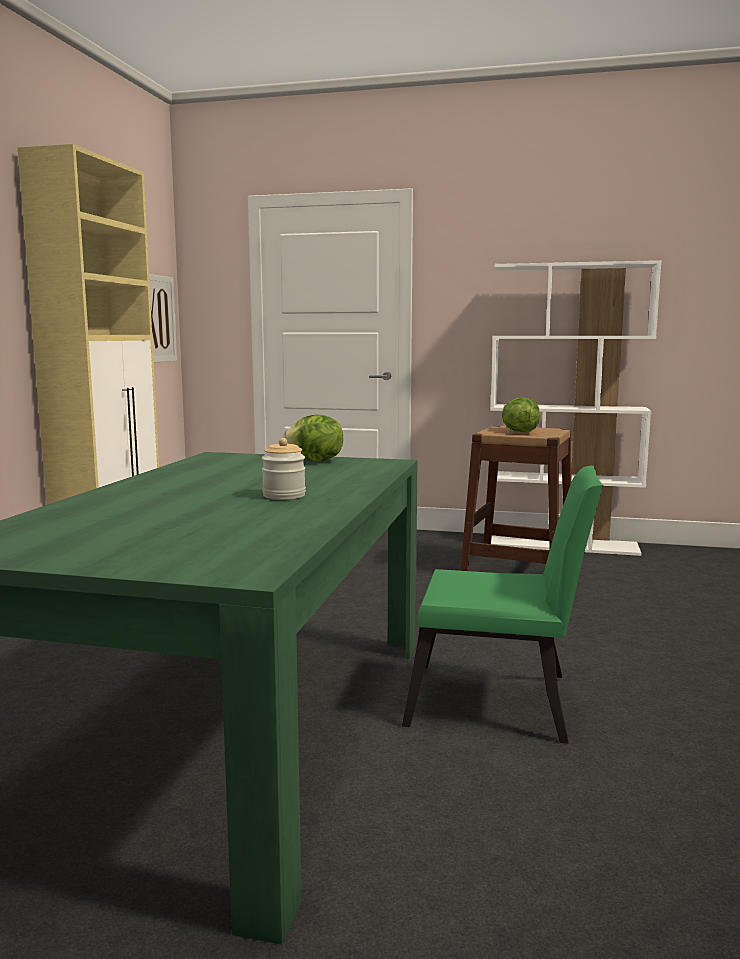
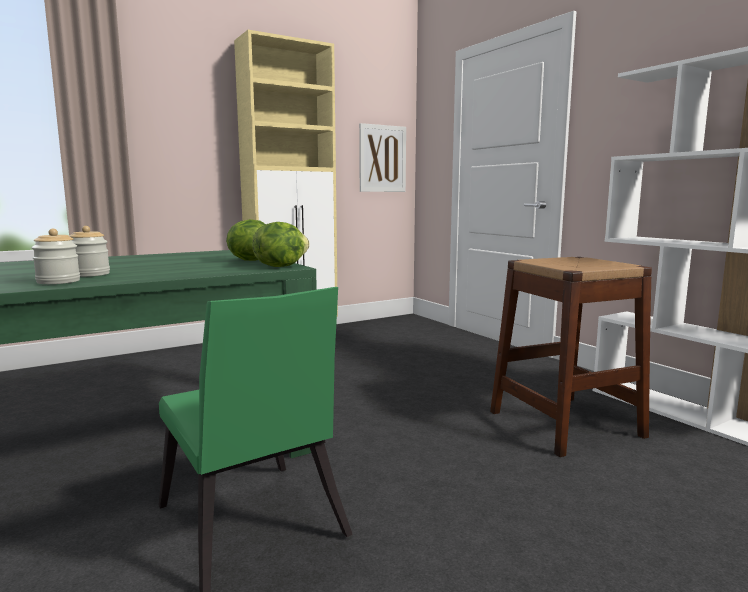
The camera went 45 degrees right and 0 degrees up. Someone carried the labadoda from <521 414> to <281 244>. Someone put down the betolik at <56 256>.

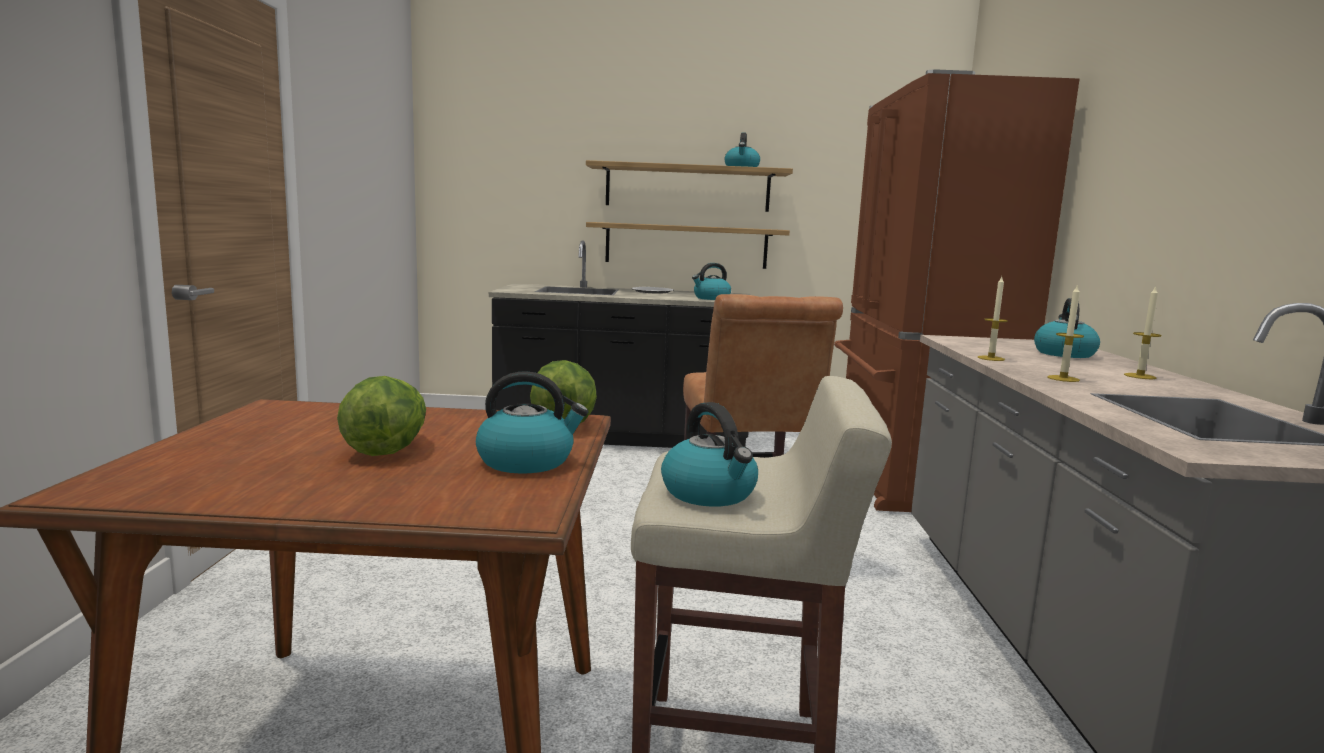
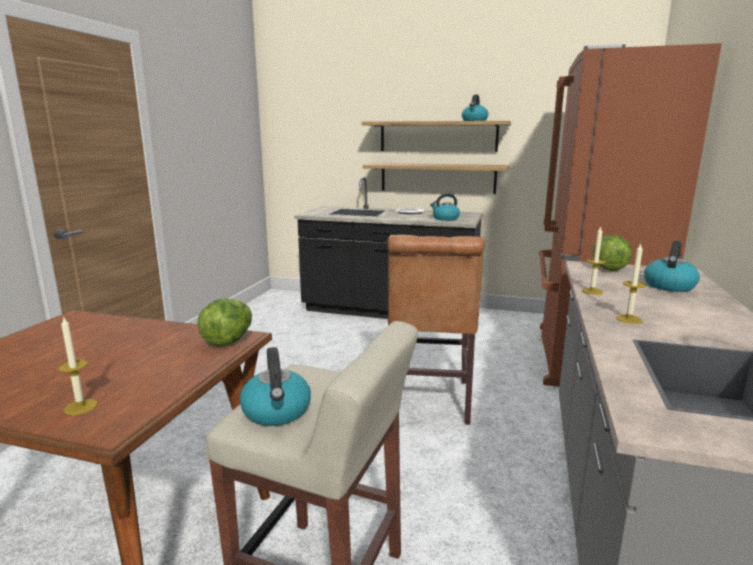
The camera went 15 degrees right and 5 degrees up. Someone carried the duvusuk from <1142 332> to <78 365>. Someone took away the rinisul at <532 422>. Someone carried the labadoda from <381 416> to <612 253>.

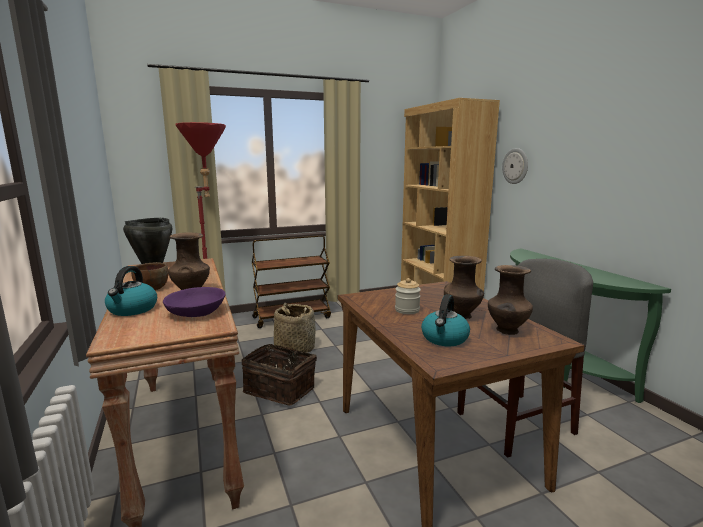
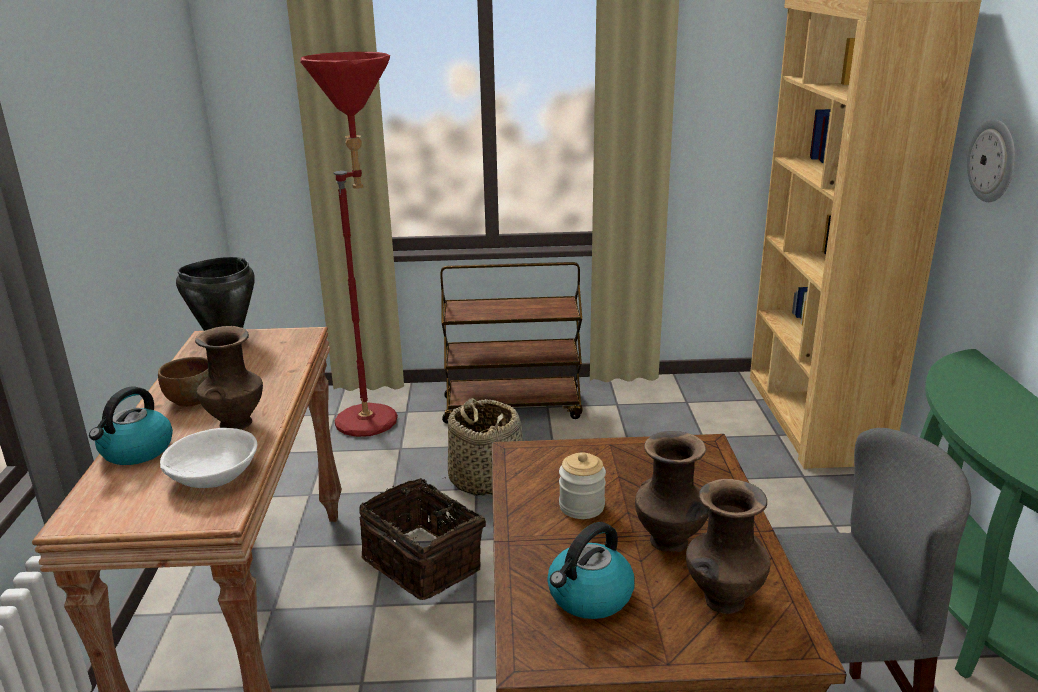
The camera went 20 degrees right and 10 degrees up. Someone repainted the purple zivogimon at <194 302>, which became the white zivogimon at <208 458>.

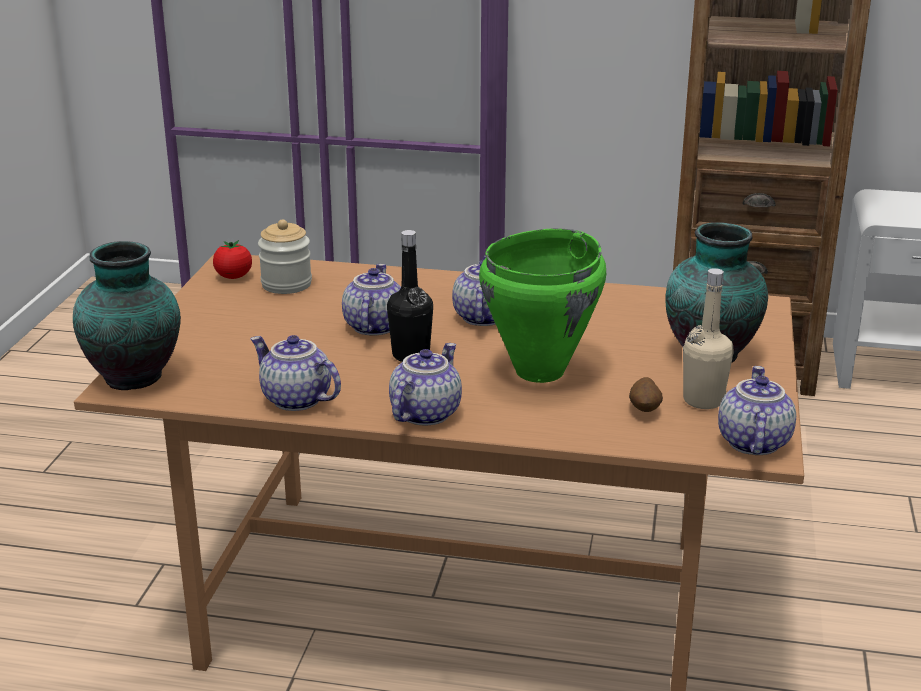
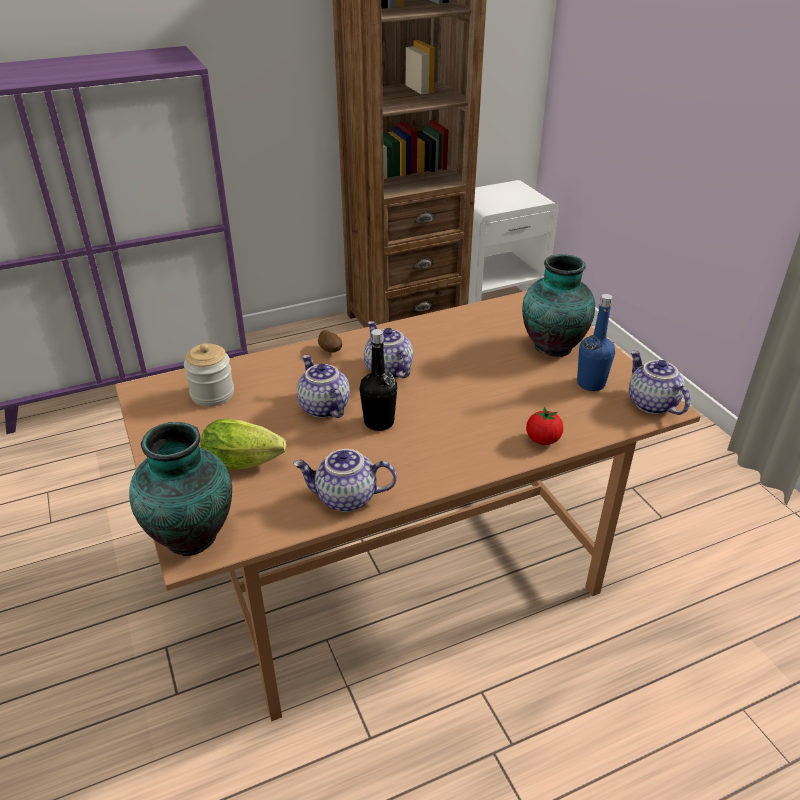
The camera went 35 degrees left and 10 degrees up. Someone took away the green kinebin at <542 306>. Someone carried the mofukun from <232 259> to <544 426>. Someone repainted the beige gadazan at <708 338>, which became the blue gadazan at <596 342>. Someone took away the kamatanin at <425 384>. Someone carried the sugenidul from <646 394> to <330 341>. Someone put down the labadoda at <243 444>.

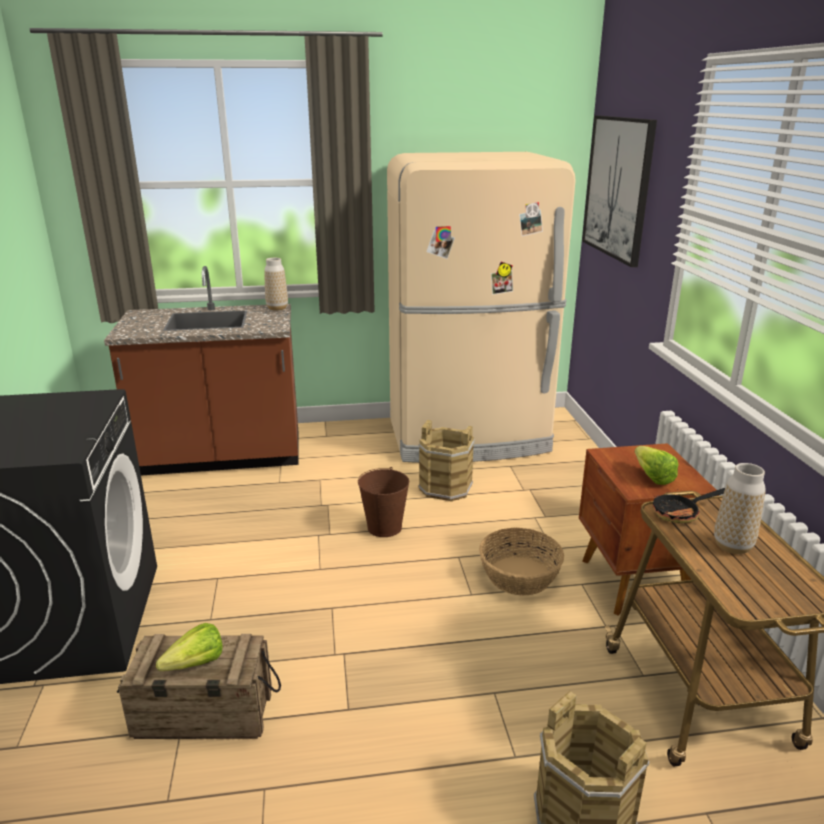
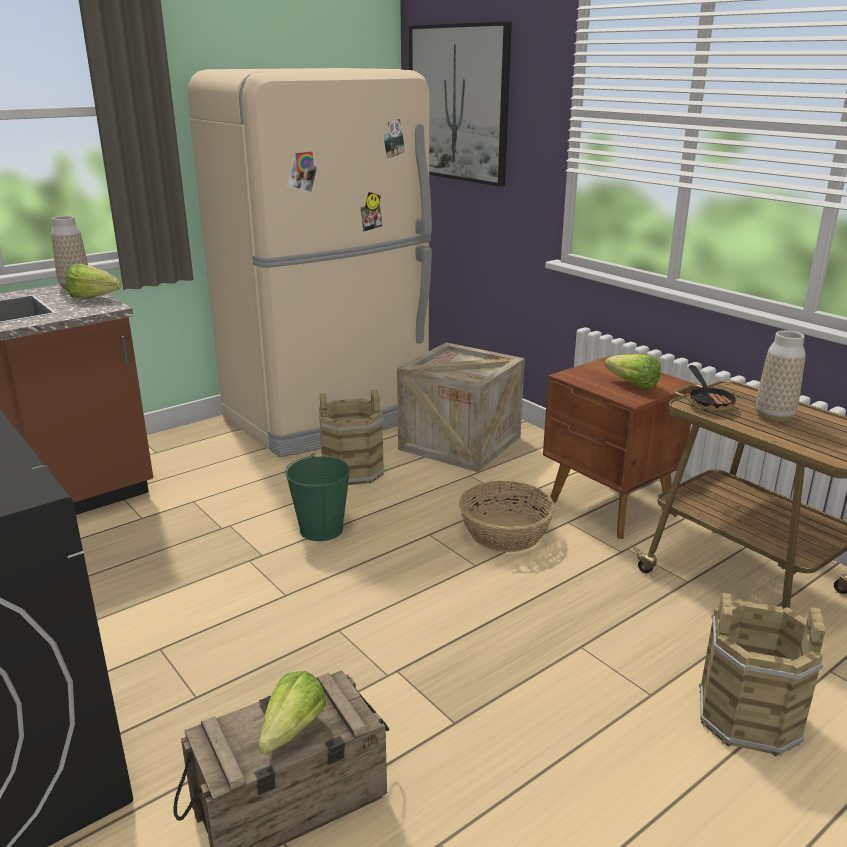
The camera went 30 degrees left and 0 degrees up. Someone repainted the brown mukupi at <383 502>, which became the green mukupi at <317 497>. Someone rotated the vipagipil at <689 505> by 45 degrees counterclockwise. Someone put down the labadoda at <93 281>. Someone put down the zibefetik at <461 407>.

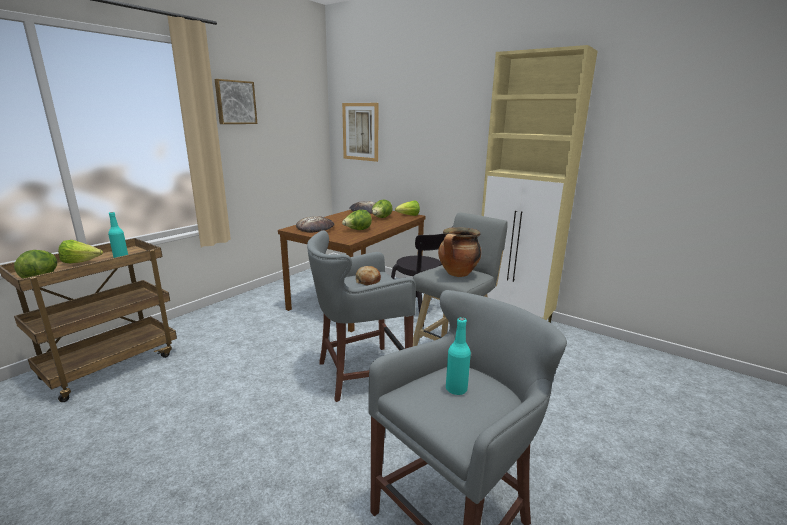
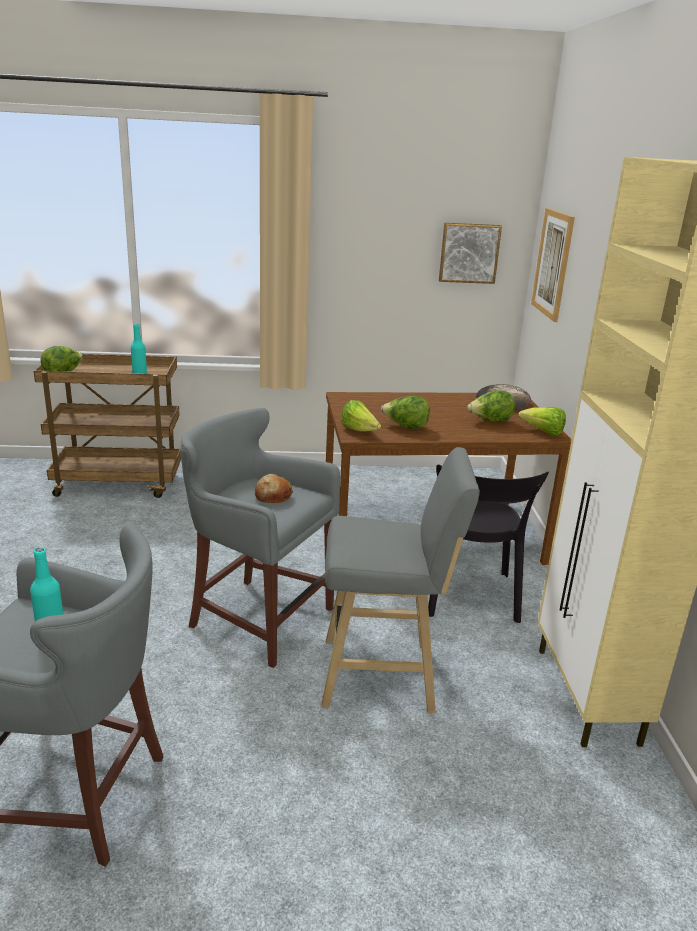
The camera went 50 degrees right and 5 degrees up. Someone carried the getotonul from <236 101> to <470 253>. Someone took away the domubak at <315 224>. Someone took away the kinebin at <459 252>. Someone carried the labadoda from <80 251> to <361 415>.

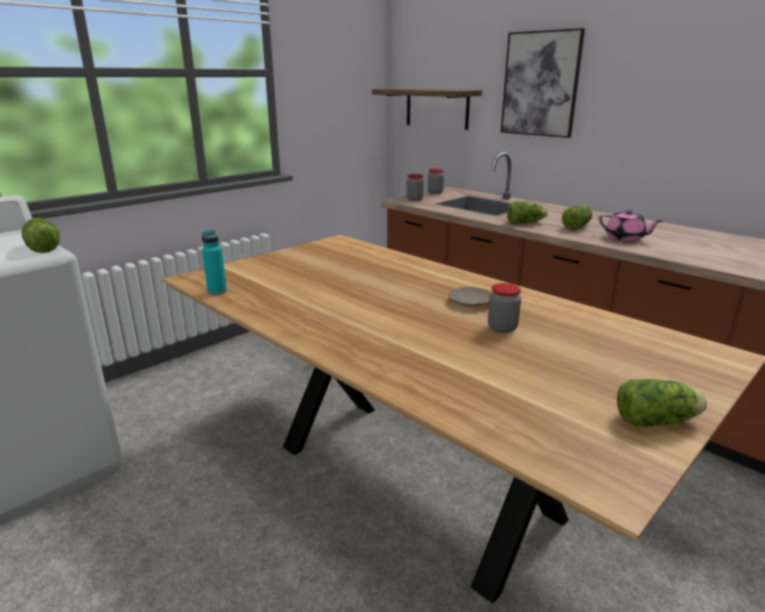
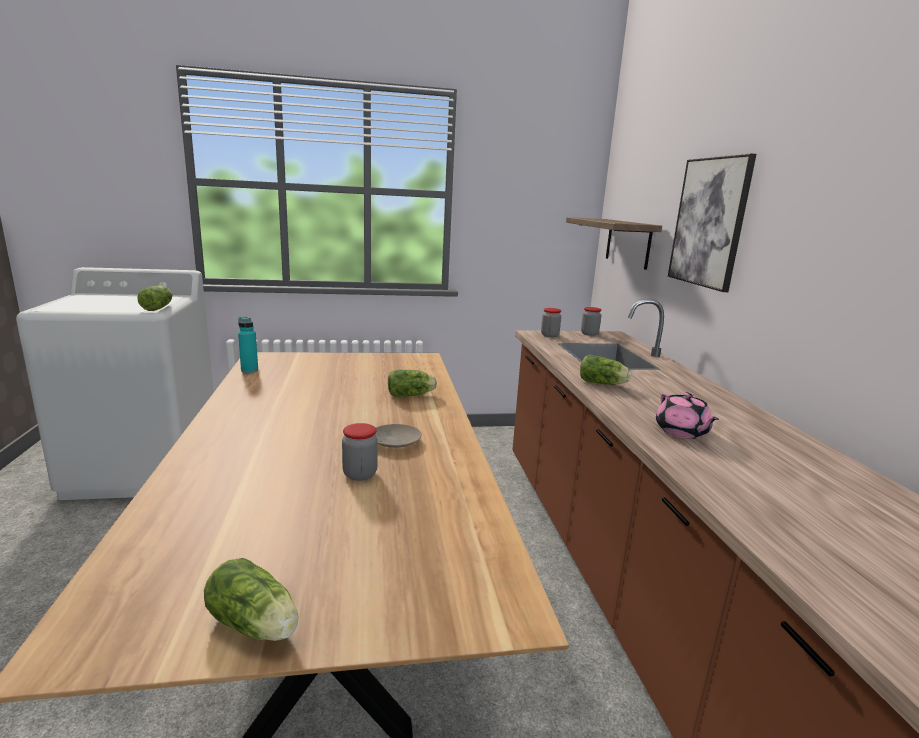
The camera went 35 degrees right and 5 degrees down. Someone carried the labadoda from <577 217> to <412 383>.

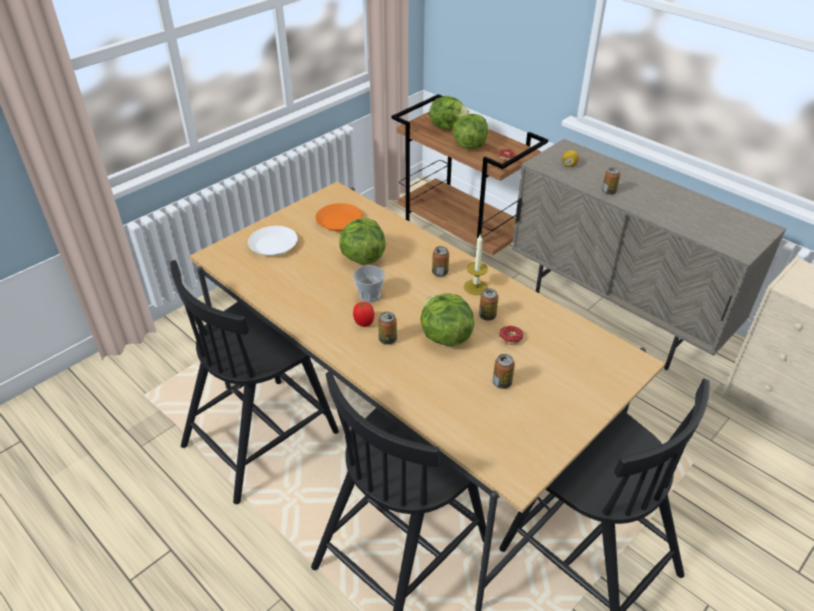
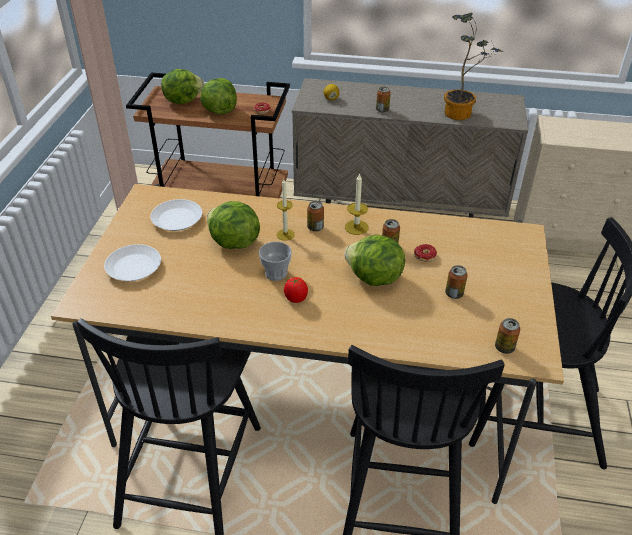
The camera went 35 degrees left and 0 degrees up. Someone repainted the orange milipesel at <339 217>, which became the white milipesel at <176 215>. Someone carried the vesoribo from <387 328> to <507 336>. Someone put down the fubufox at <474 66>. Someone put down the duvusuk at <286 210>.

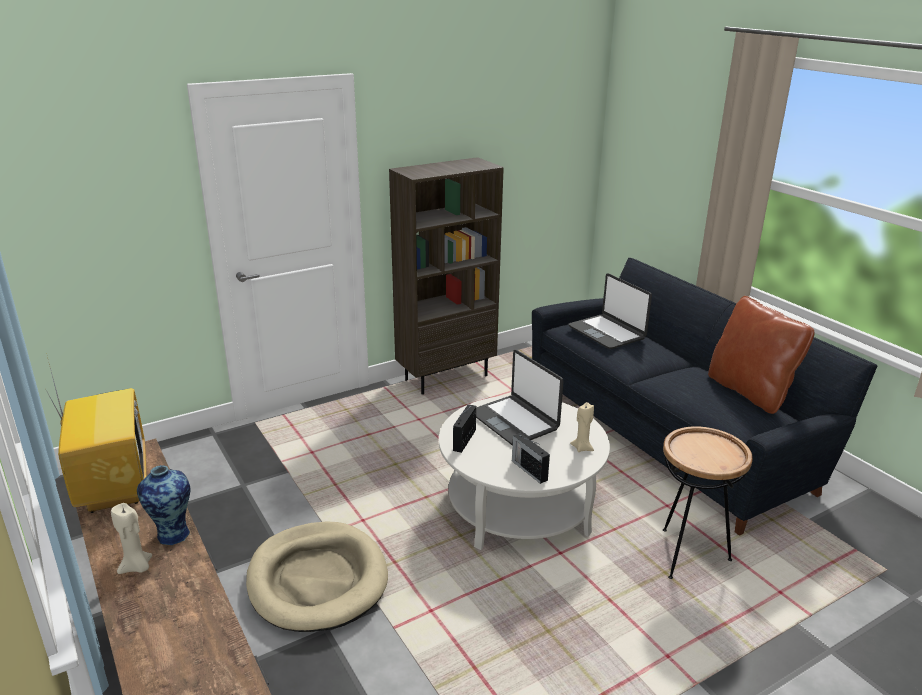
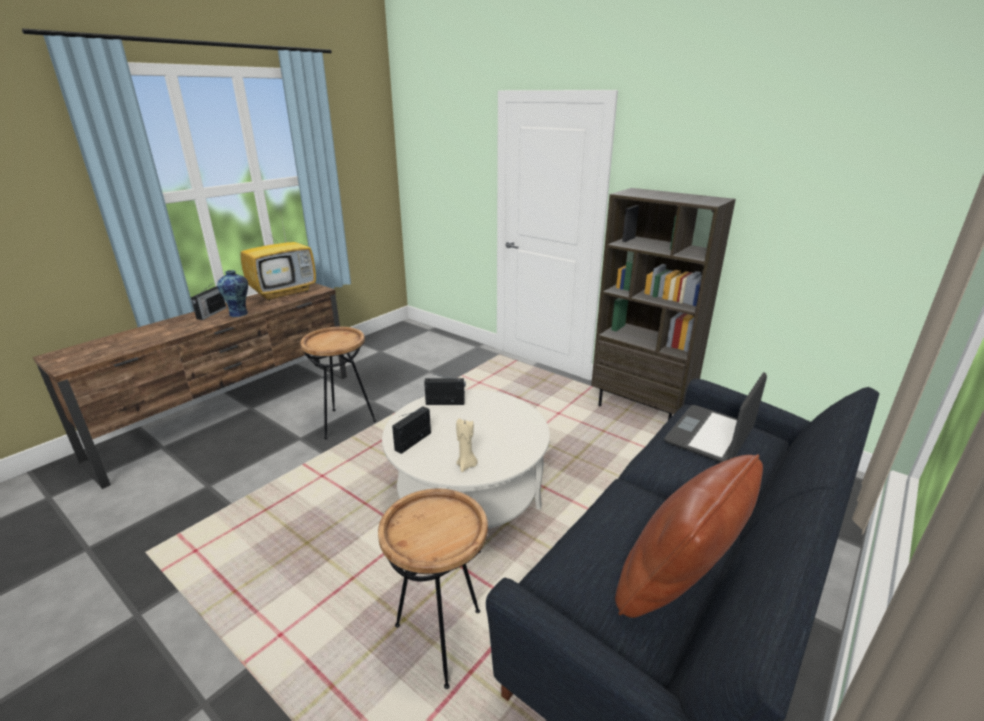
The camera went 70 degrees right and 0 degrees up. Someone took away the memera at <520 398>. Someone swapped the beige duvusuk at <131 538> for the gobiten at <208 301>. Someone swapped the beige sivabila at <317 576> for the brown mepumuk at <338 382>.

